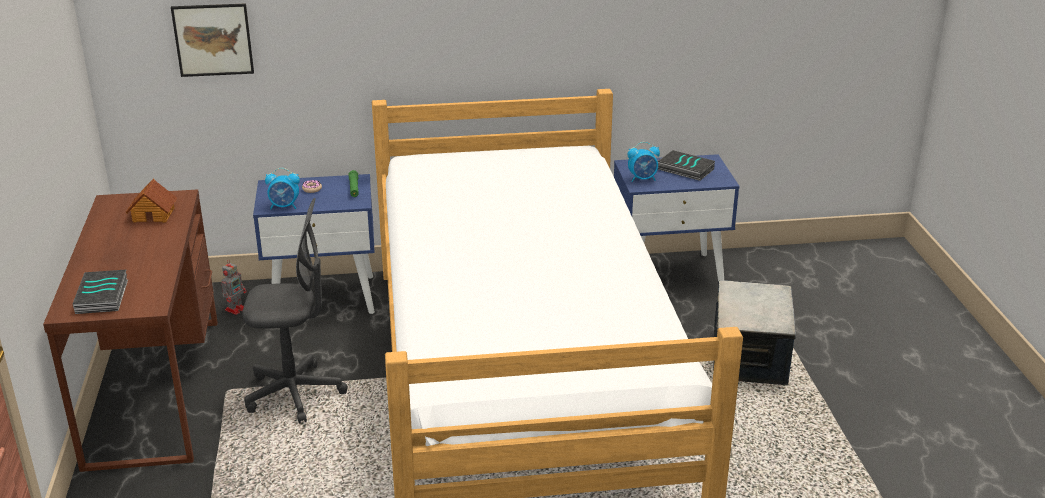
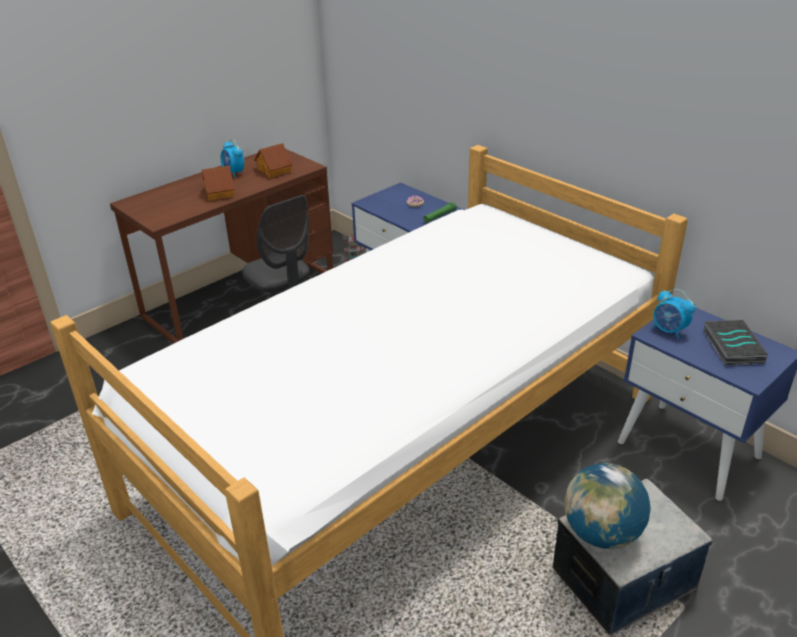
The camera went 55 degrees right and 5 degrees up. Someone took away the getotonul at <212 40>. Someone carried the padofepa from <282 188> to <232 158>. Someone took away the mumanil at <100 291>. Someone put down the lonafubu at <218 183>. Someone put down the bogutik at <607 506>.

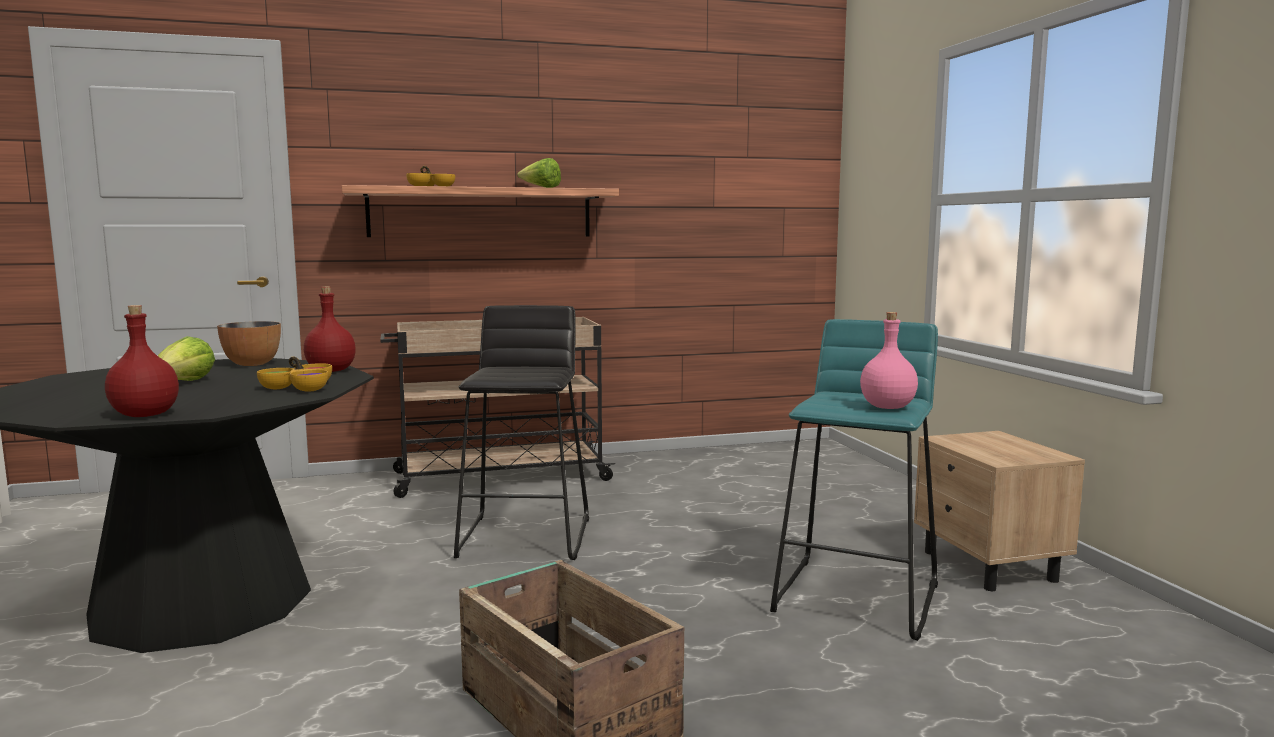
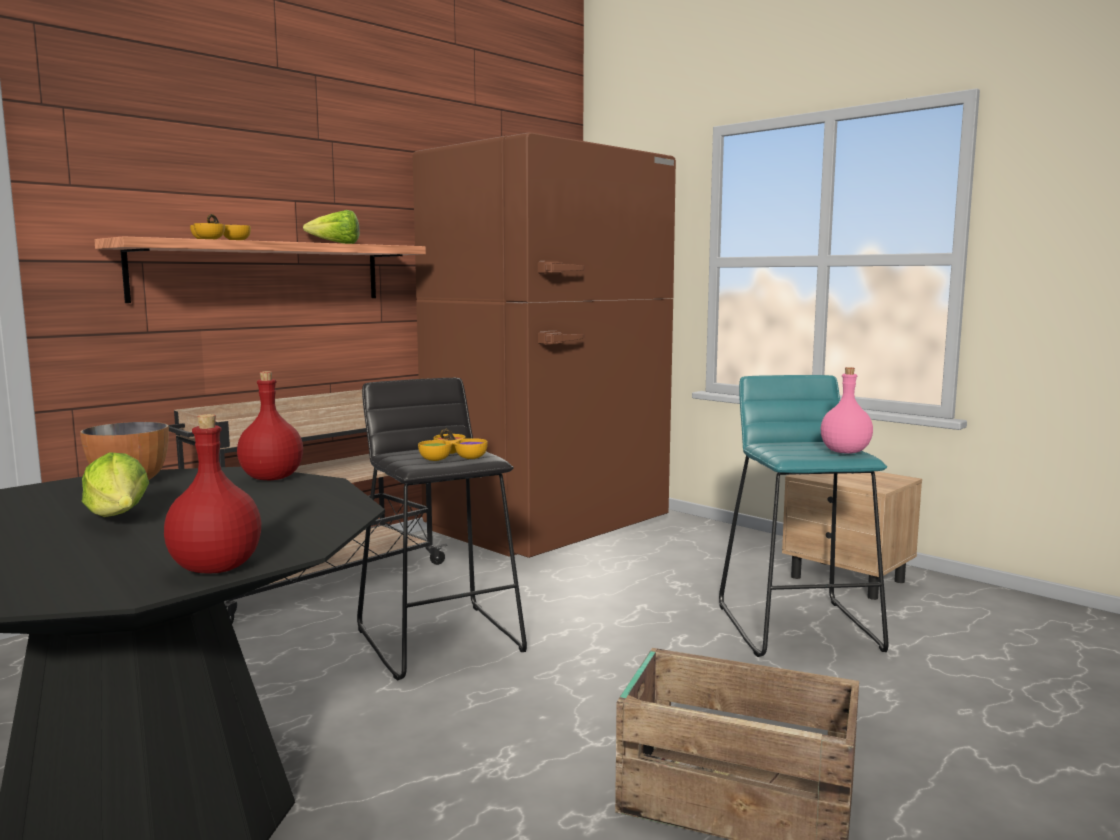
The camera went 30 degrees left and 0 degrees up. Someone carried the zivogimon from <294 374> to <453 445>. Someone put down the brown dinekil at <544 345>.

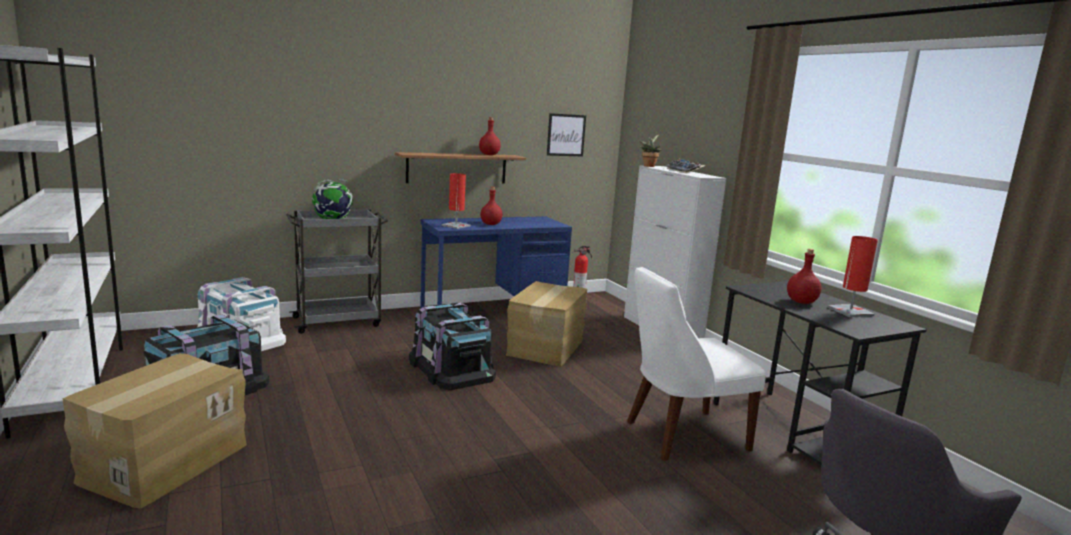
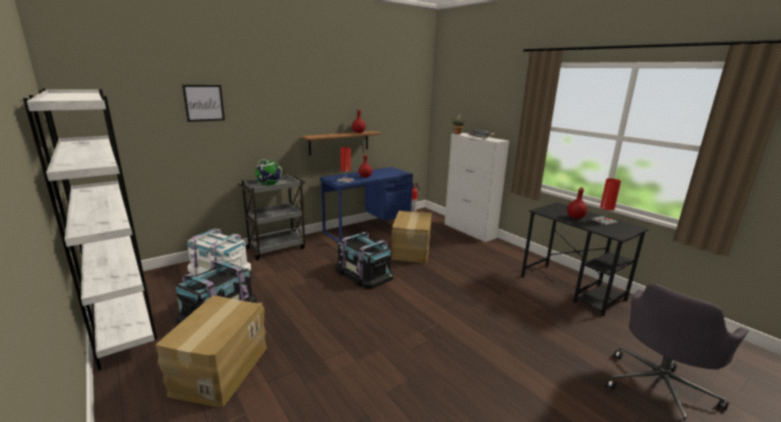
The camera went 10 degrees left and 5 degrees up. Someone carried the getotonul from <566 134> to <203 103>. Someone took away the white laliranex at <696 364>.

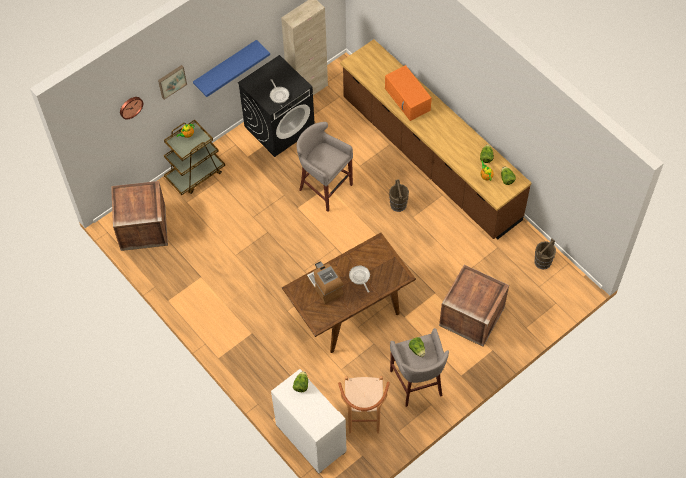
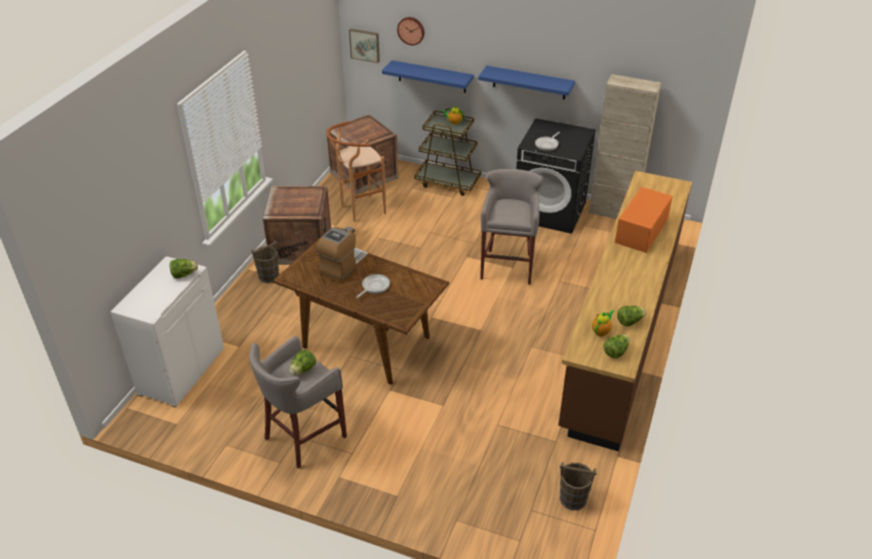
The camera went 60 degrees right and 20 degrees down. Someone carried the getotonul from <172 82> to <364 45>. Someone carried the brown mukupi from <399 195> to <265 261>. Someone carried the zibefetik from <474 306> to <297 225>. Someone carried the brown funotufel from <364 405> to <356 171>. Someone put up the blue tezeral at <428 76>.

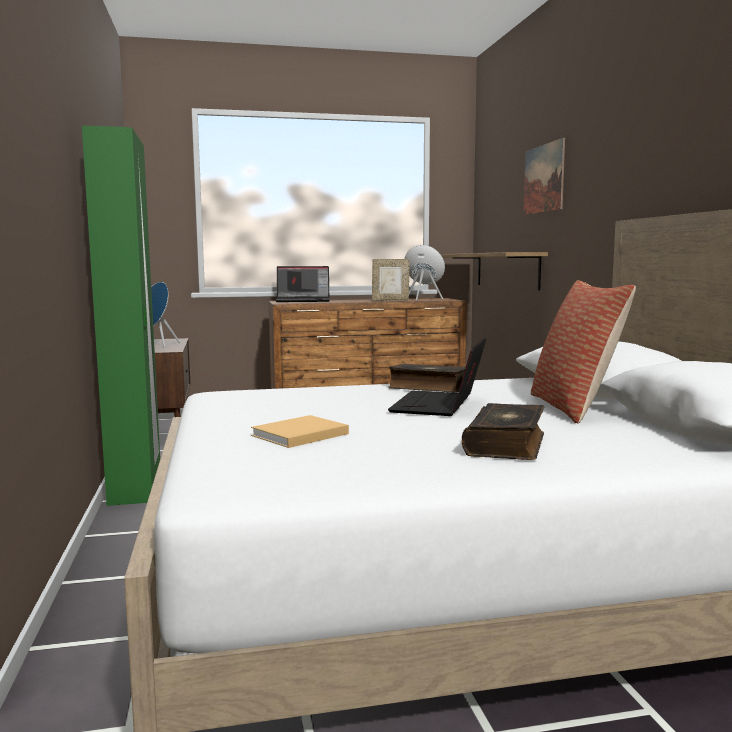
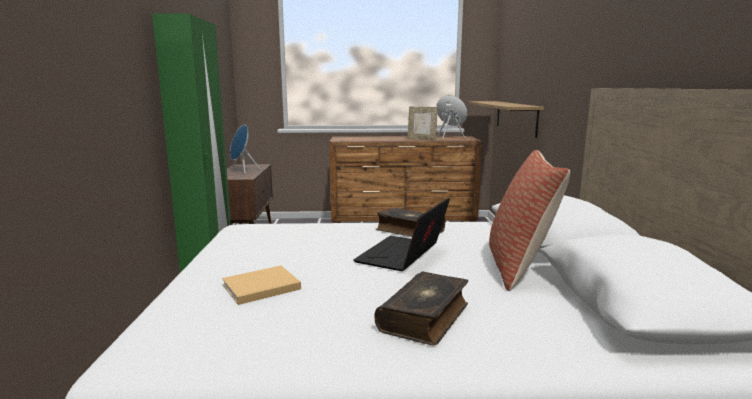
The camera went 10 degrees right and 5 degrees up. Someone took away the getotonul at <544 176>. Someone took away the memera at <302 284>.

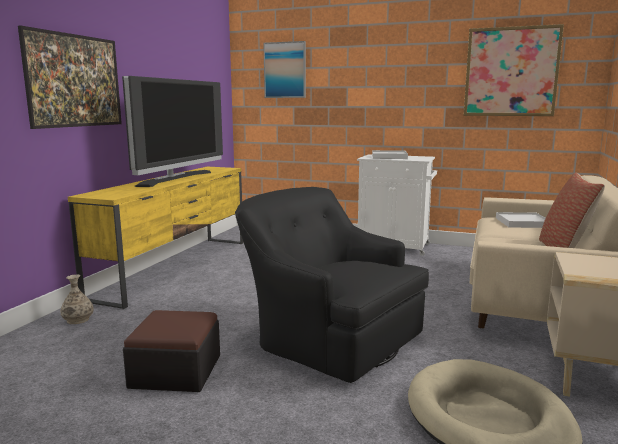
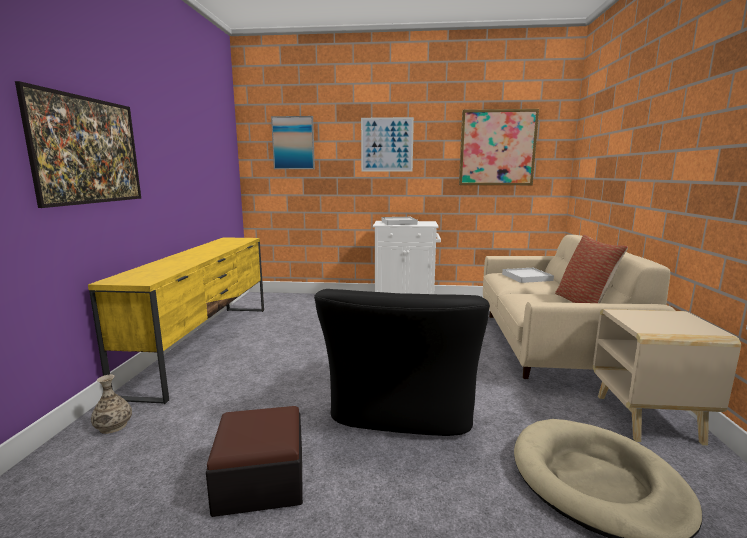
The camera went 15 degrees left and 0 degrees up. Someone took away the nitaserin at <172 131>. Someone rotated the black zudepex at <332 285> by 105 degrees counterclockwise. Someone put up the getotonul at <387 144>.

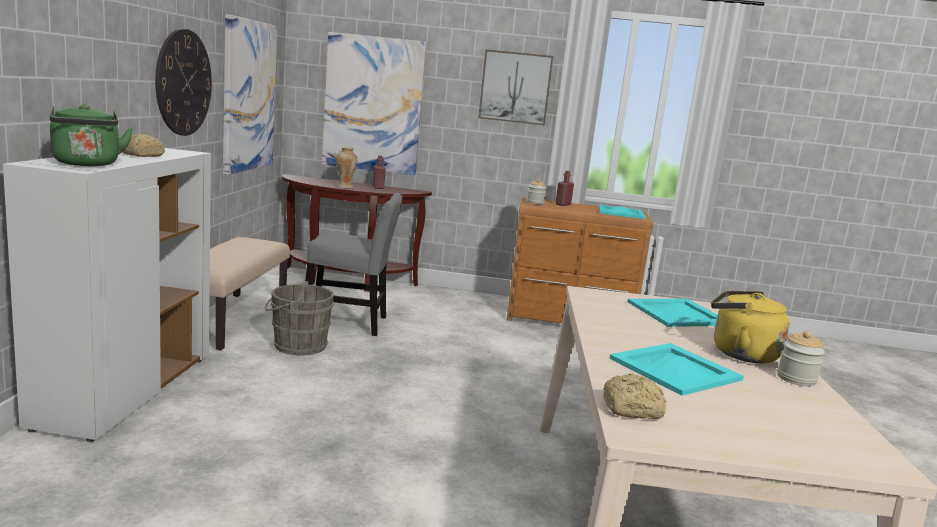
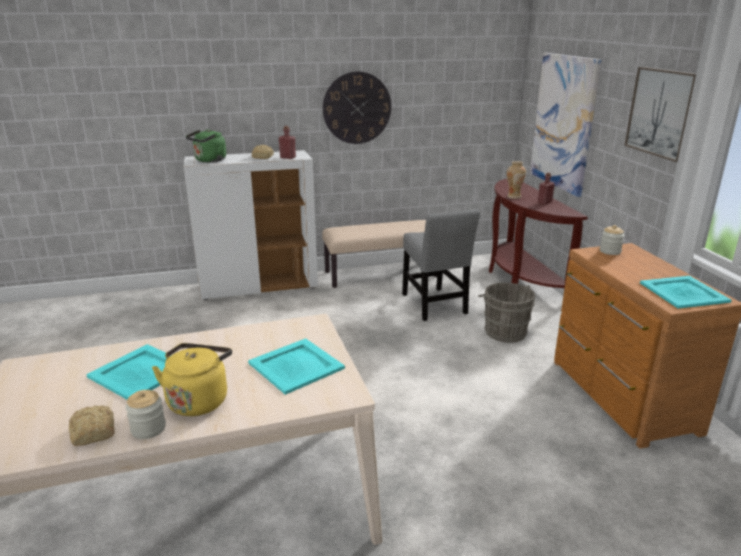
The camera went 70 degrees right and 10 degrees up. Someone took away the getotonul at <250 94>. Someone carried the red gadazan from <565 188> to <287 142>. Someone carried the grey mukupi from <299 318> to <506 313>. Someone carried the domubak from <635 396> to <92 425>.

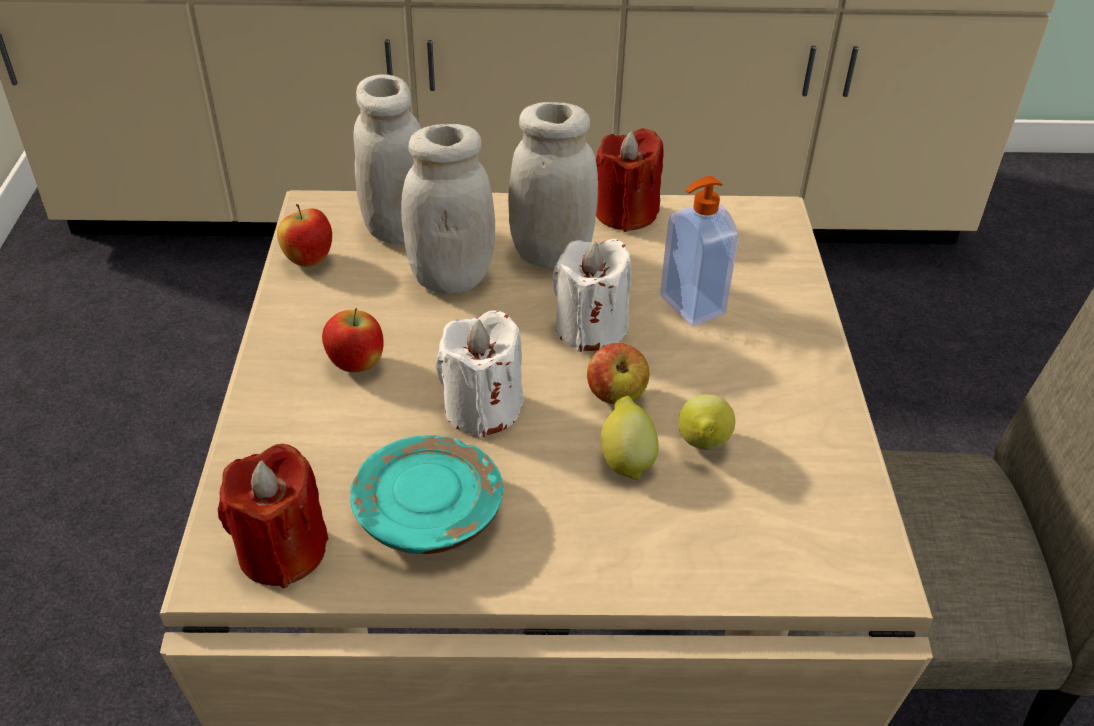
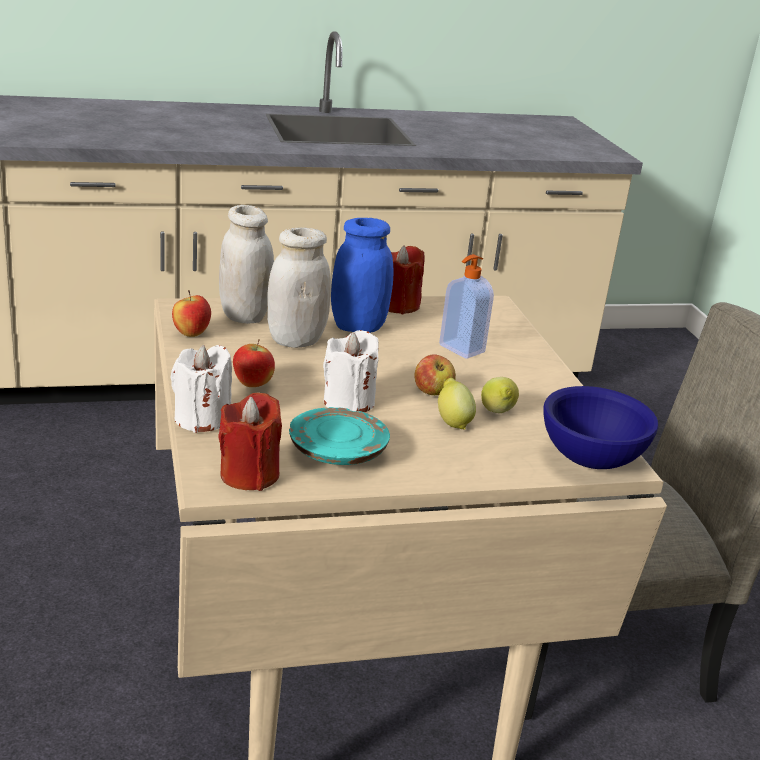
The camera went 15 degrees left and 15 degrees down. Someone repainted the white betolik at <553 185>, which became the blue betolik at <362 275>. Someone carried the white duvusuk from <591 295> to <201 389>. Someone put down the blue zivogimon at <600 427>.

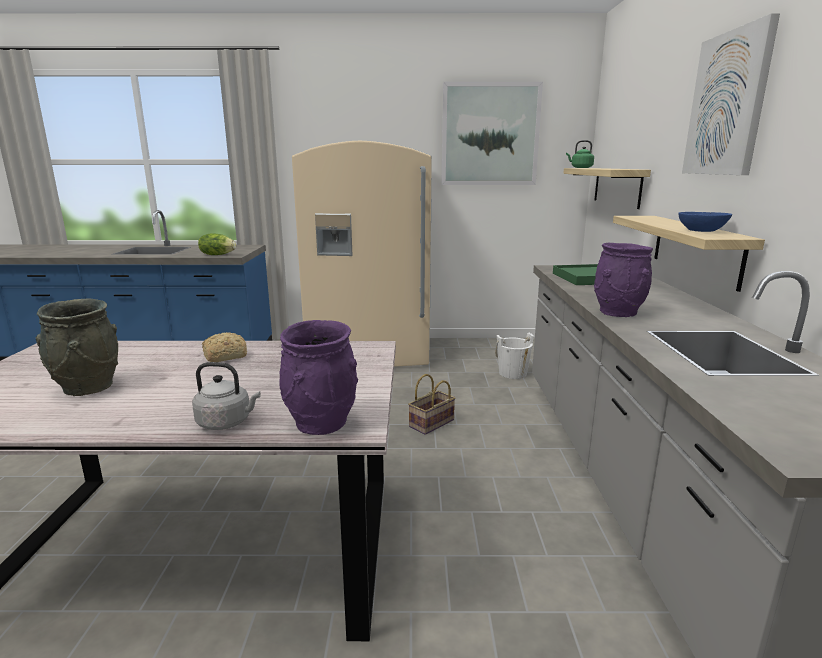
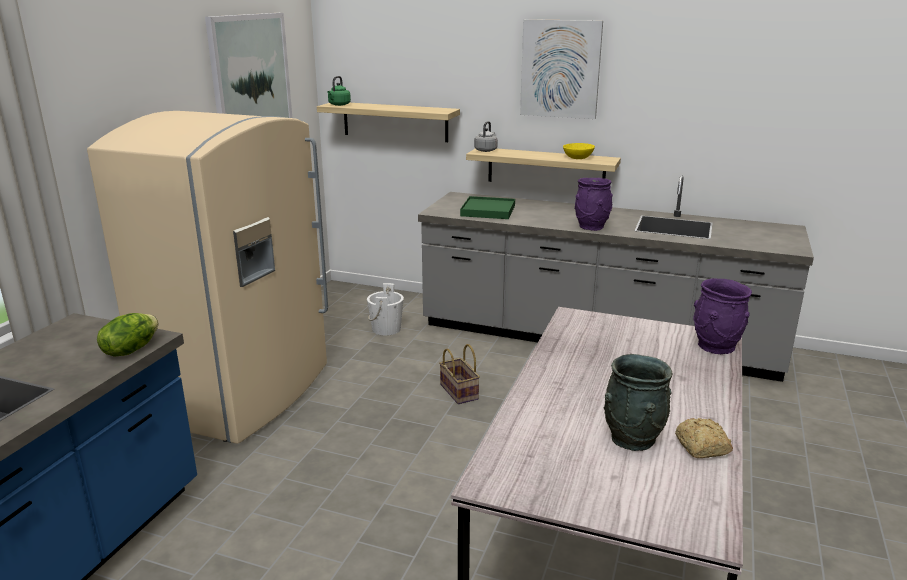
The camera went 70 degrees left and 5 degrees up. Someone repainted the blue zivogimon at <705 222>, which became the yellow zivogimon at <579 151>. Someone carried the domubak from <224 347> to <704 438>. Someone carried the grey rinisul from <226 396> to <486 136>.

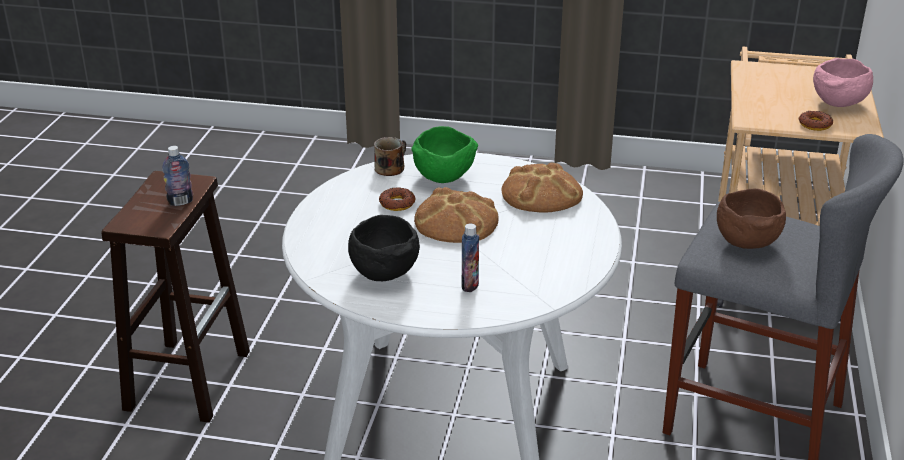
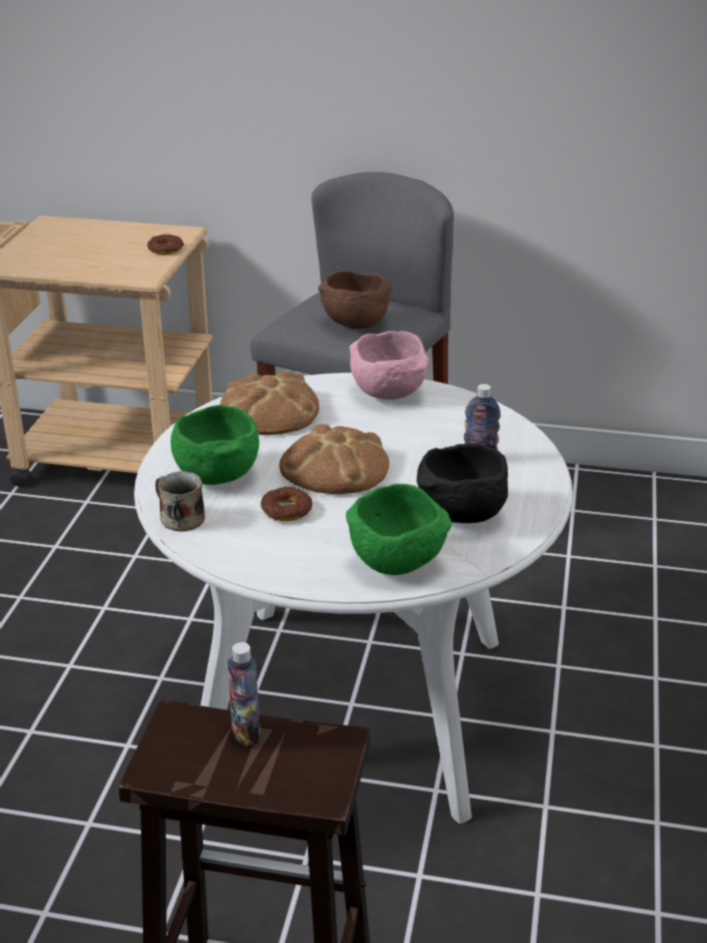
The camera went 90 degrees left and 0 degrees up. Someone carried the pink zivogimon from <843 82> to <389 365>. Someone put down the green zivogimon at <399 529>.

